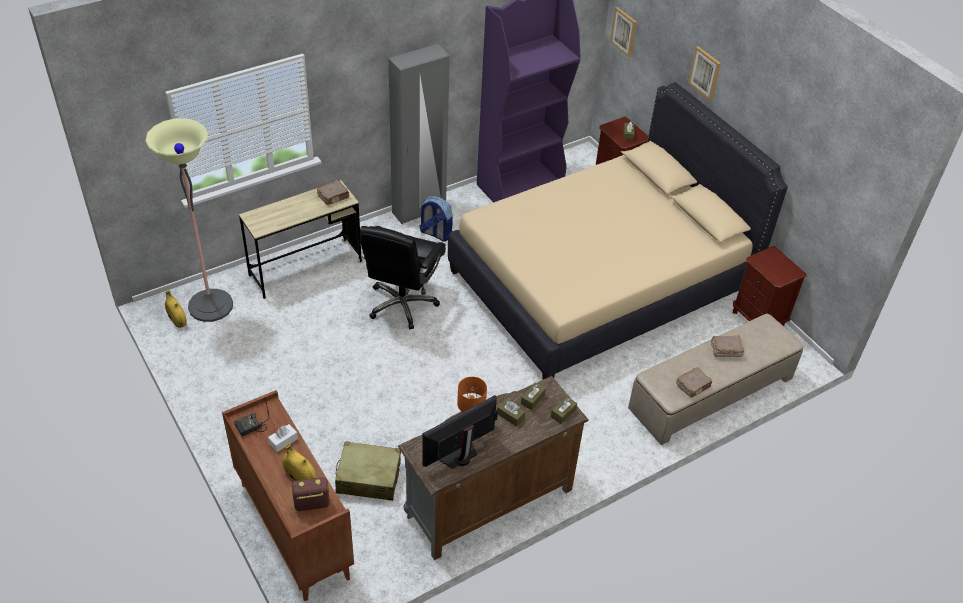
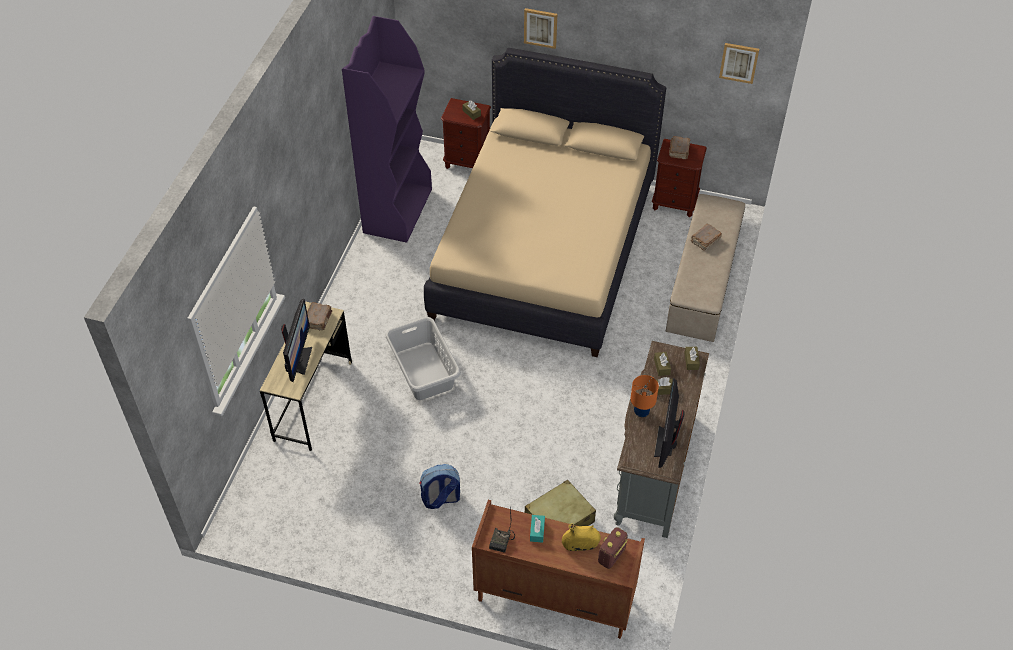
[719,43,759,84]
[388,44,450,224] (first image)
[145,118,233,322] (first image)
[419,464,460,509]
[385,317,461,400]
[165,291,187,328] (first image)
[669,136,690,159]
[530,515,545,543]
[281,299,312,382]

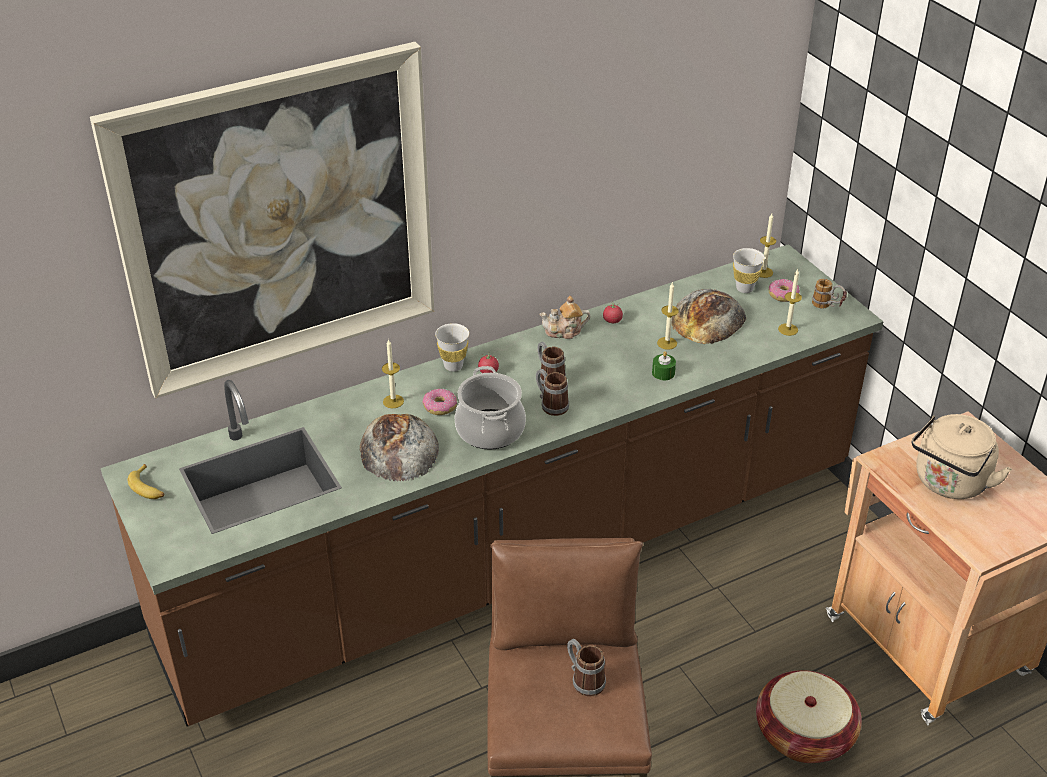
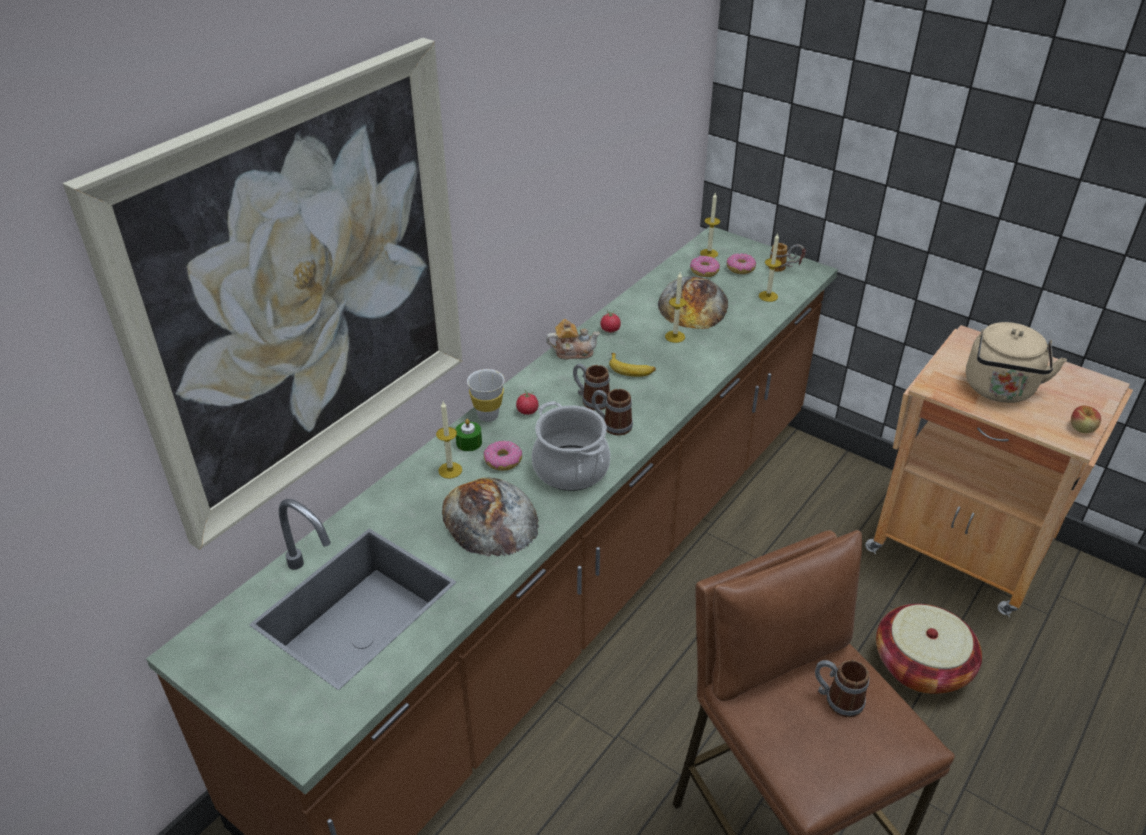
[690,256,720,277]
[546,319,600,359]
[455,419,482,451]
[609,353,656,377]
[1071,406,1101,433]

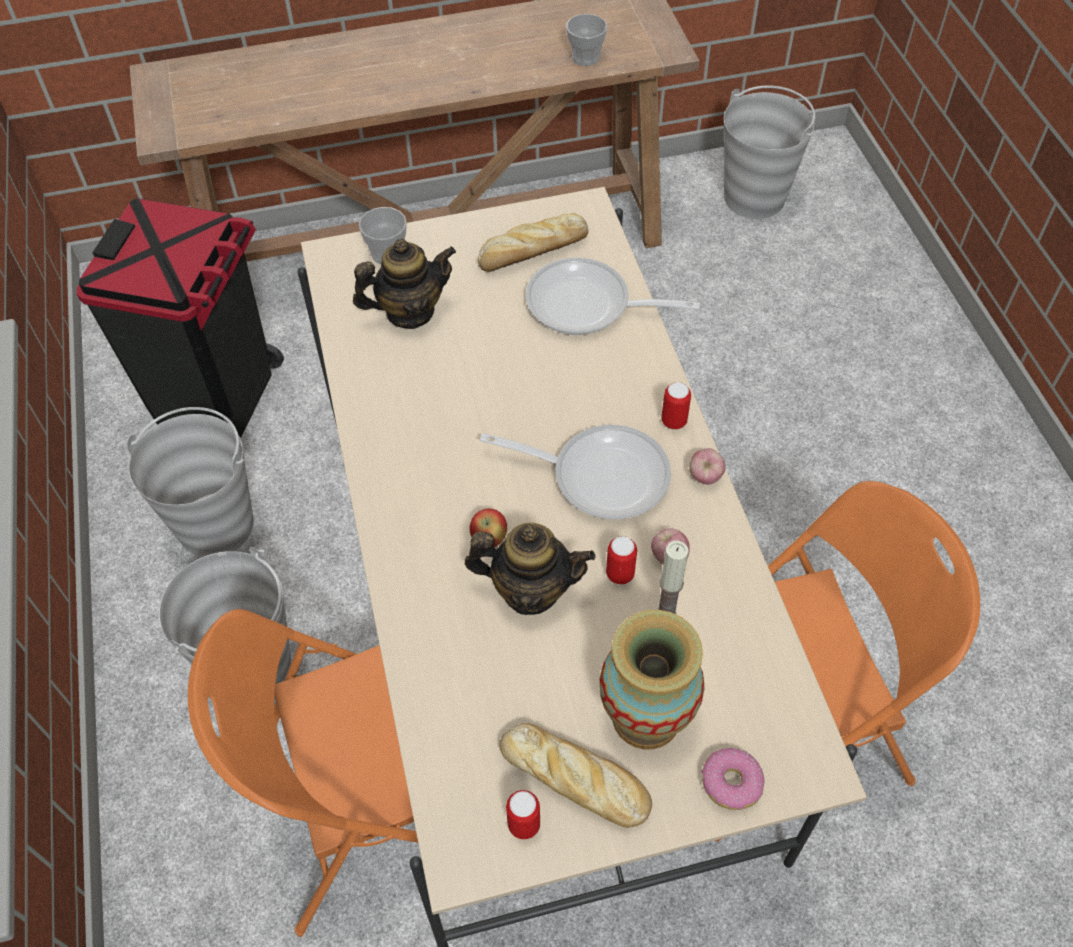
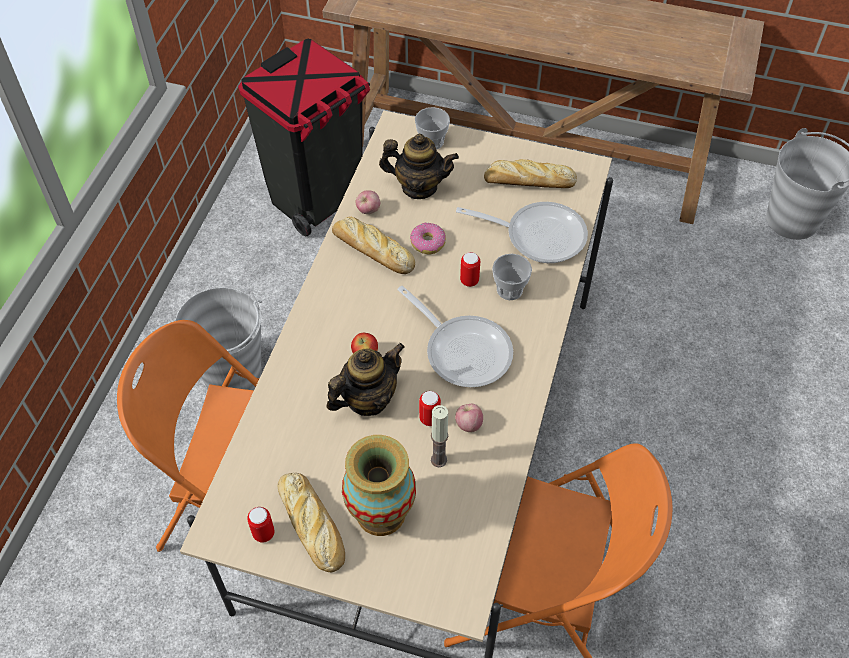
[492,254,532,300]
[456,202,588,263]
[460,252,480,287]
[127,407,254,557] (first image)
[356,190,380,214]
[327,343,405,416]
[410,223,446,254]
[332,217,415,274]

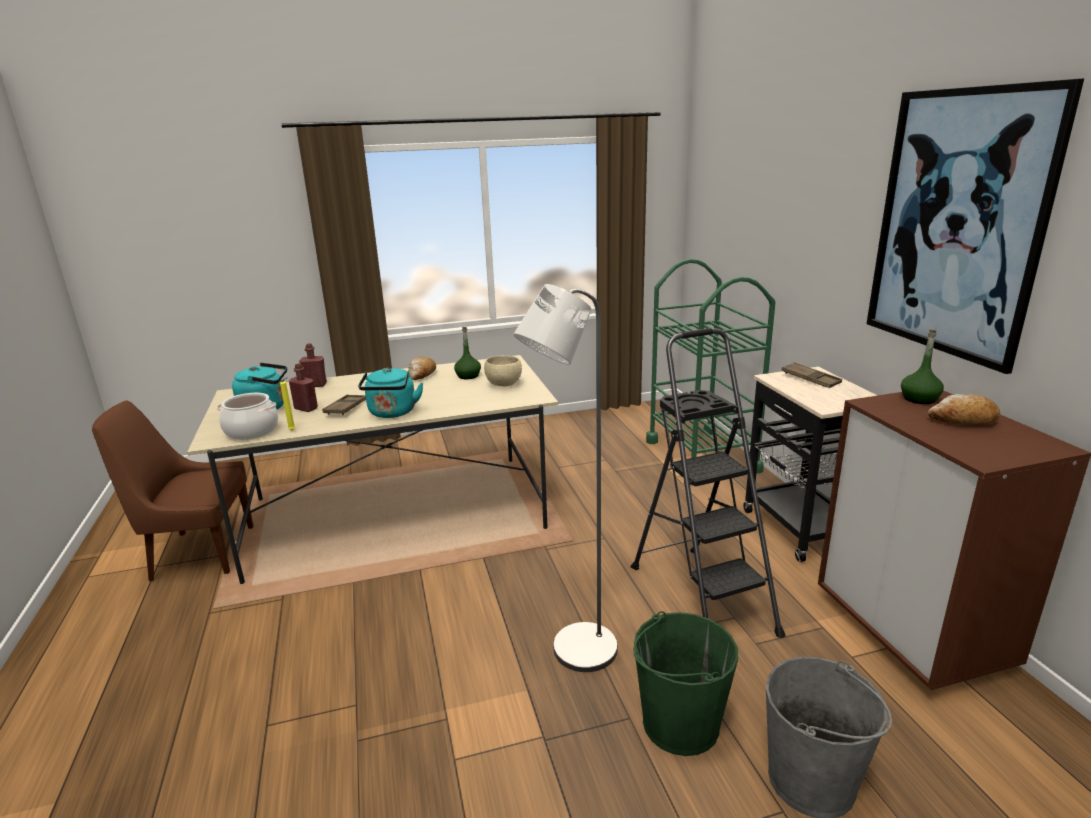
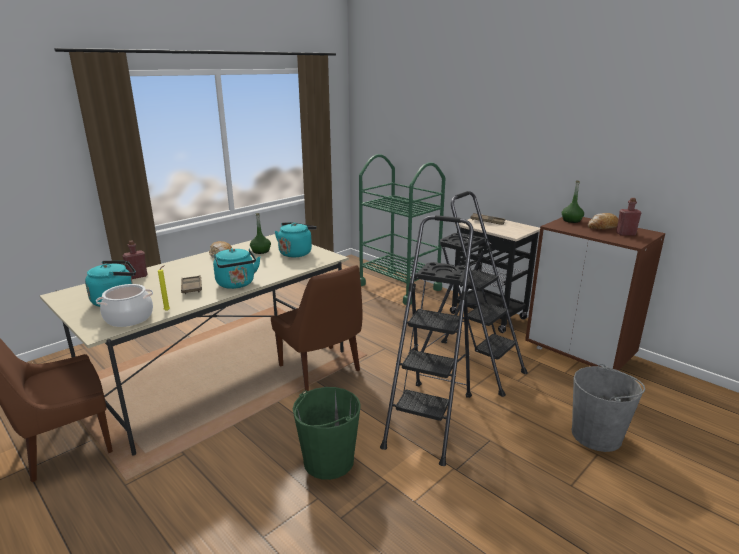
[867,79,1084,374] (first image)
[380,215,474,466]
[275,222,317,257]
[616,198,641,236]
[293,387,361,480]
[270,265,362,391]

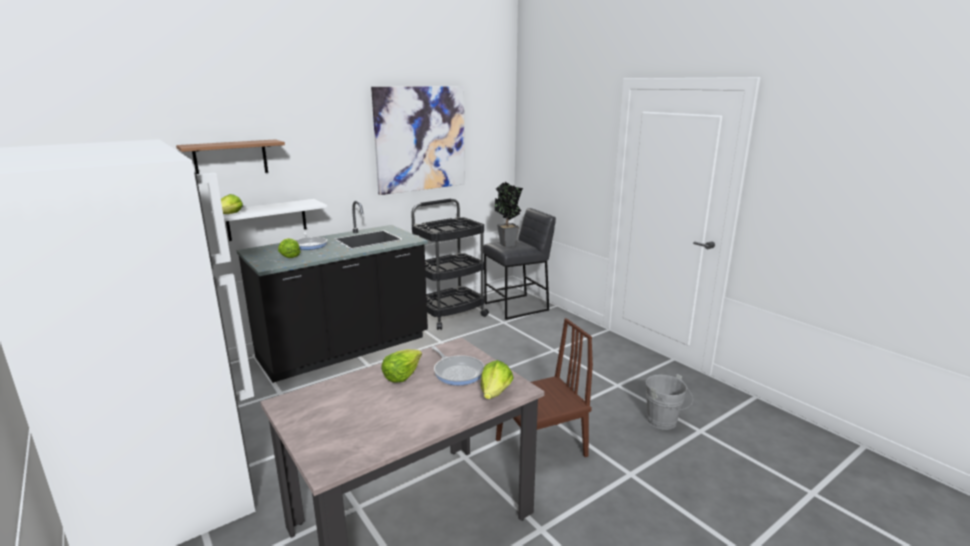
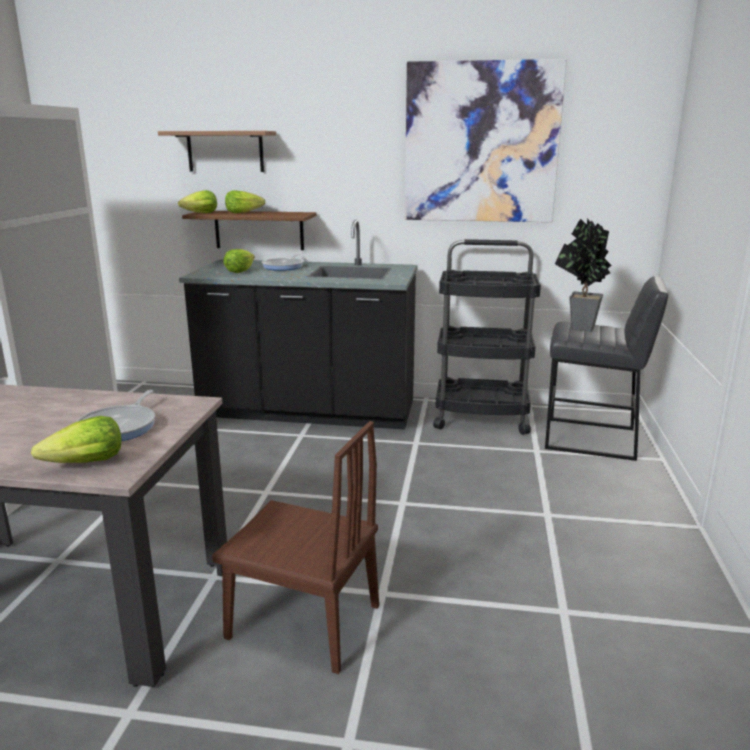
[182,211,317,250]
[225,191,265,213]
[646,374,693,430] (first image)

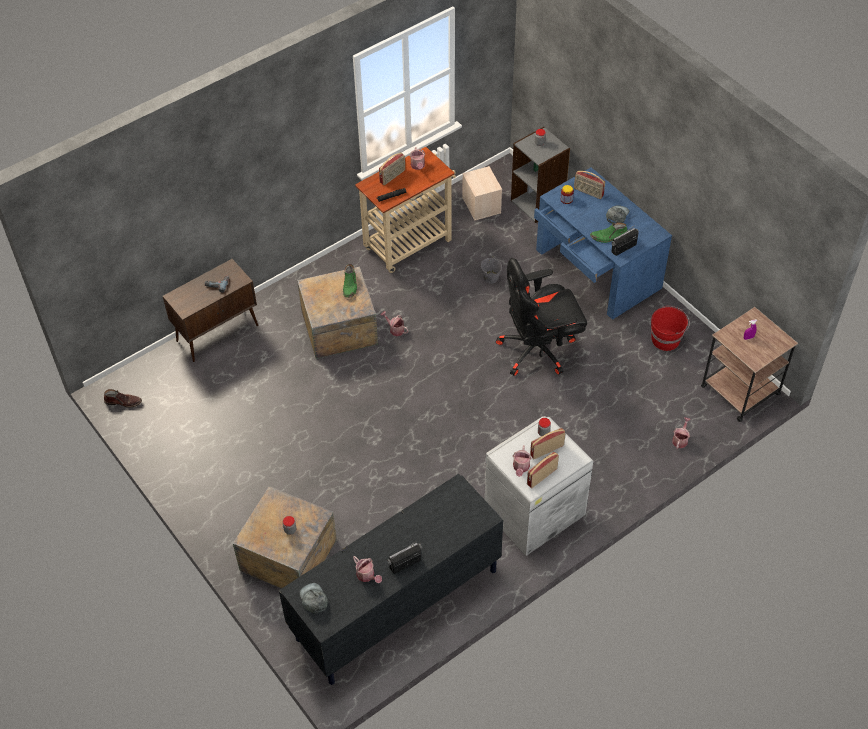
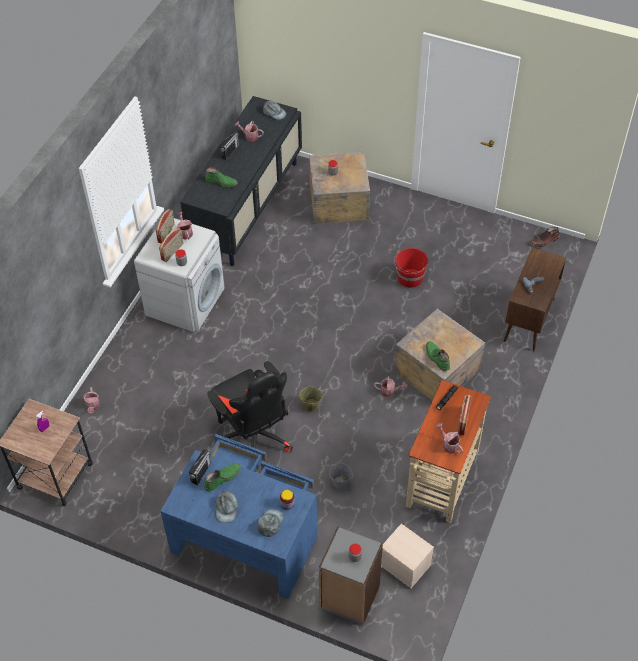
[257,509,284,537]
[207,361,293,452]
[394,248,428,288]
[205,167,238,187]
[299,386,323,412]

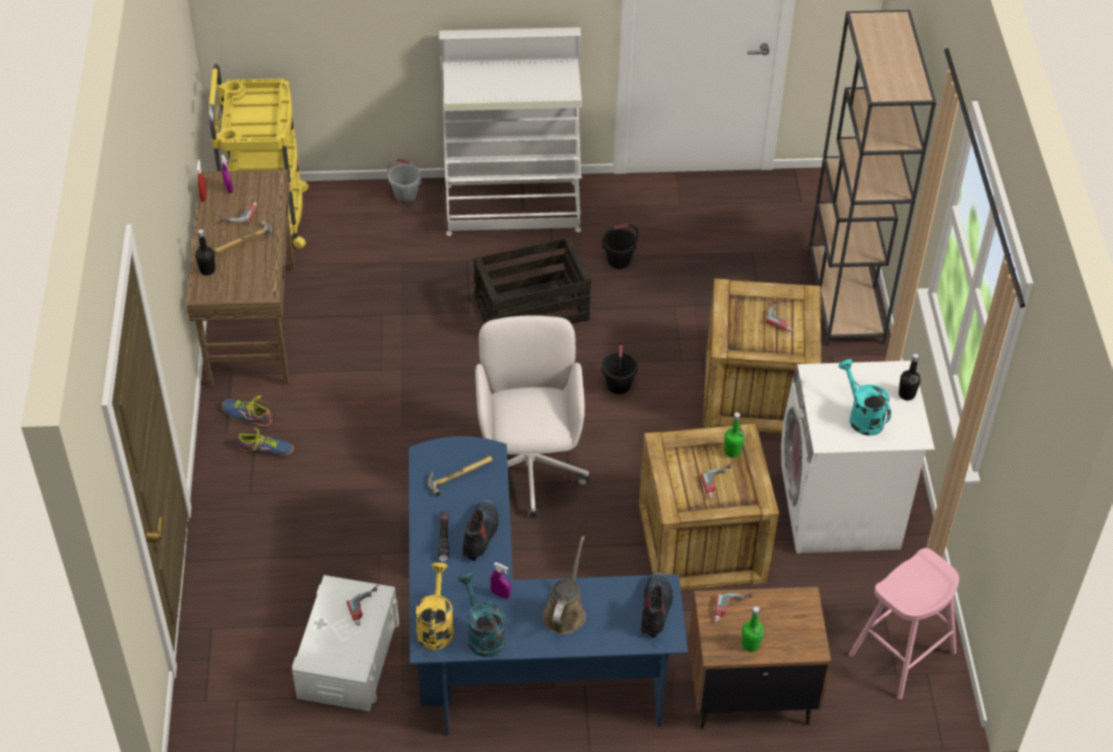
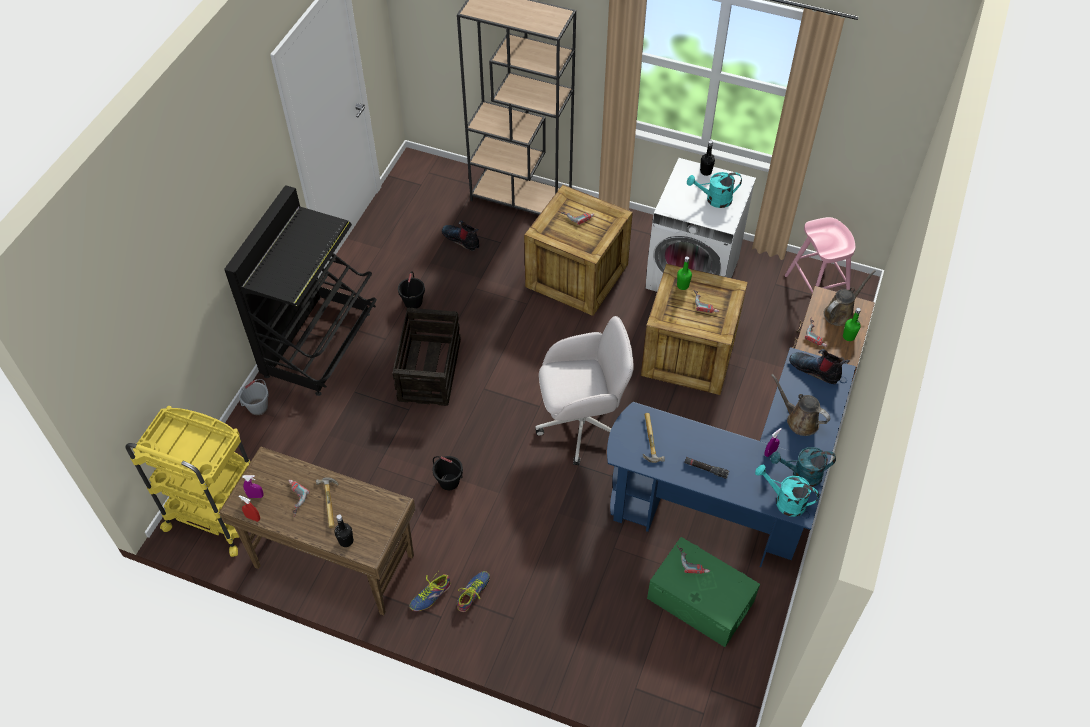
[224,185,377,396]
[535,316,634,465]
[432,456,463,490]
[442,220,479,251]
[755,465,819,517]
[647,537,760,647]
[824,270,875,326]

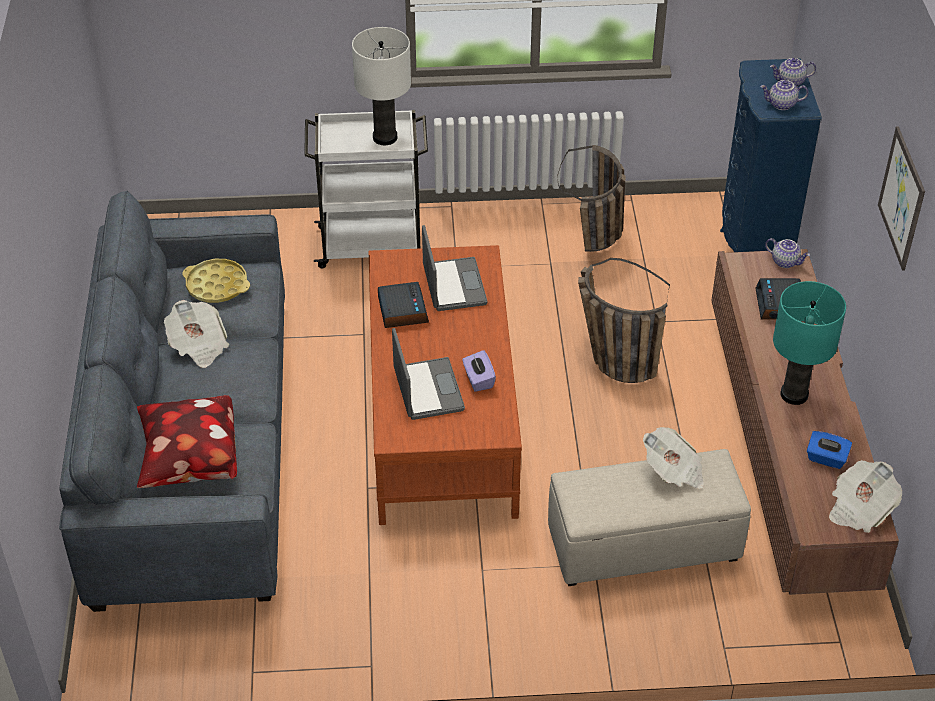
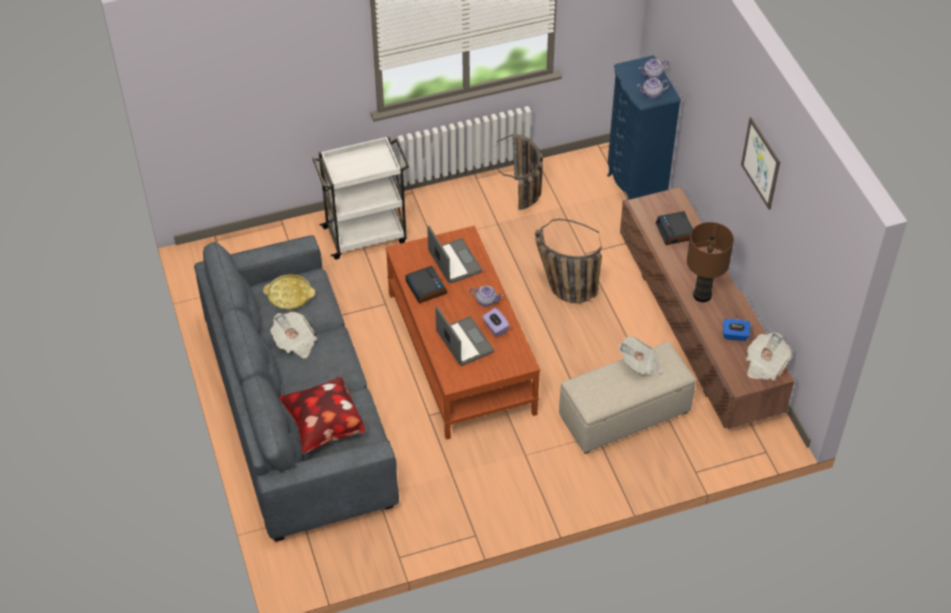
[352,27,411,145] (first image)
[470,286,503,307]
[687,222,734,302]

